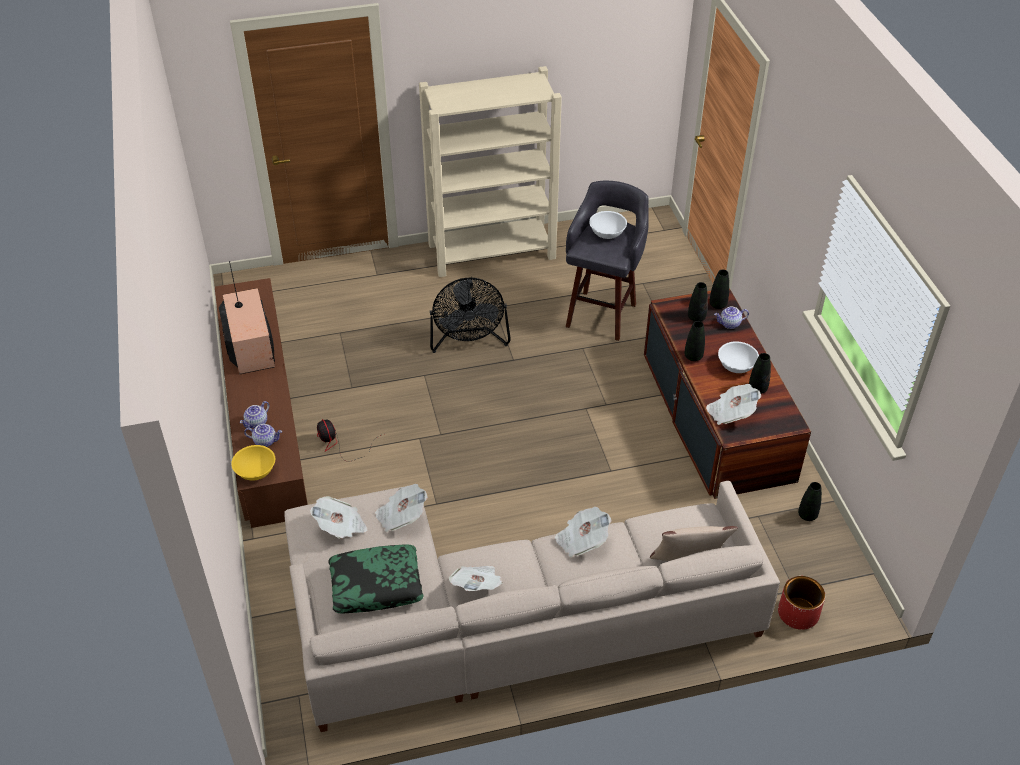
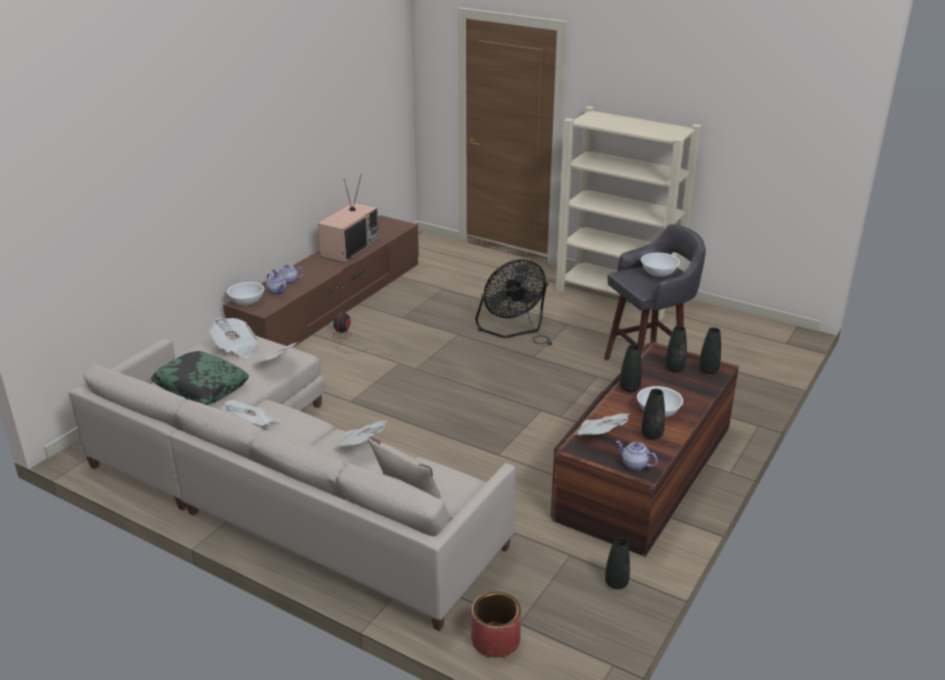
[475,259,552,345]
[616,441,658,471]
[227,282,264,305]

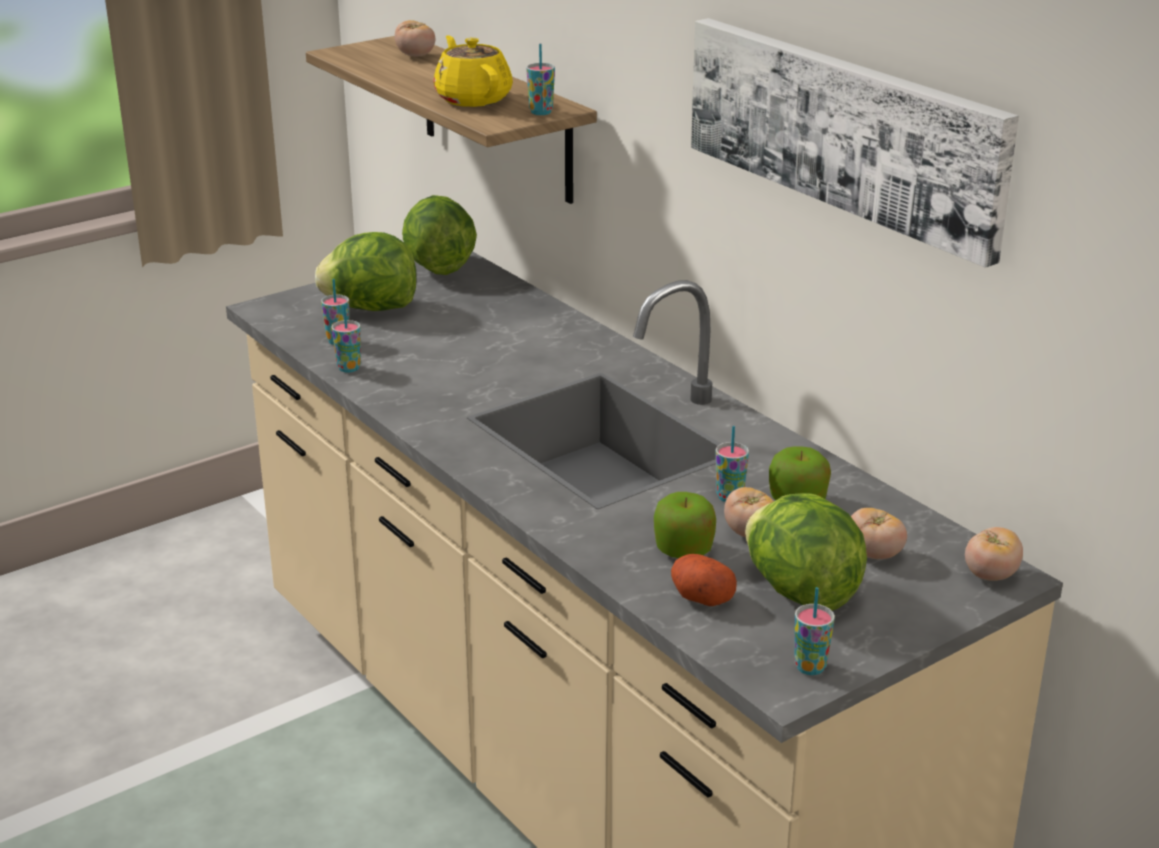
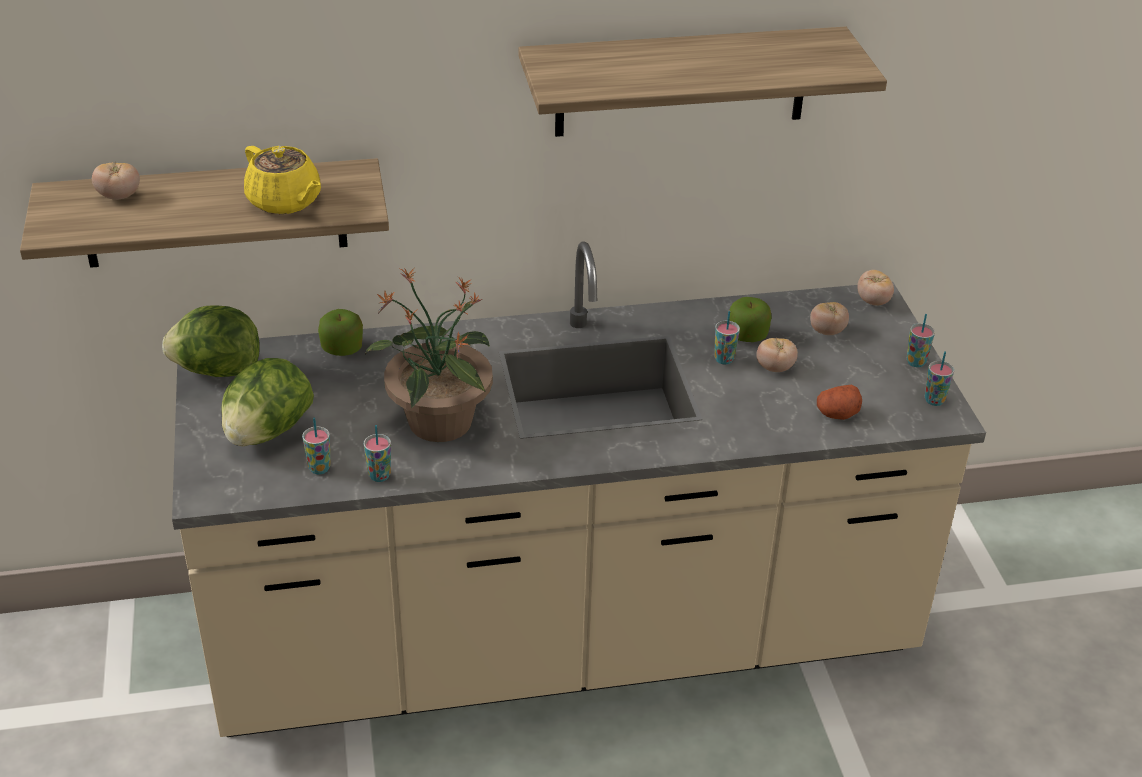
[519,27,887,137]
[244,146,321,214]
[907,314,935,367]
[318,309,363,356]
[745,493,867,611] (first image)
[365,268,493,442]

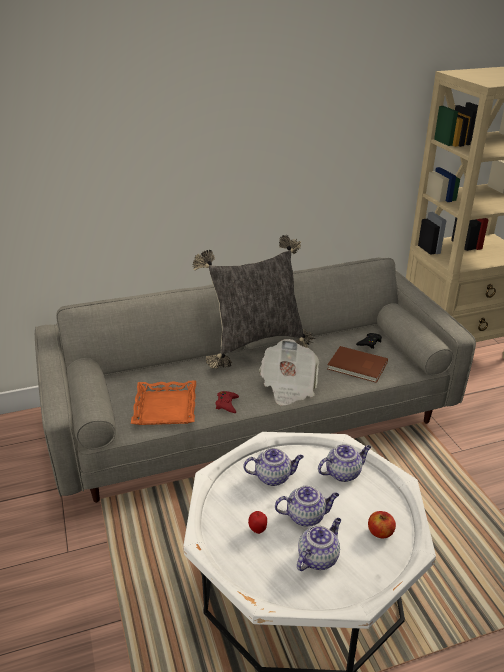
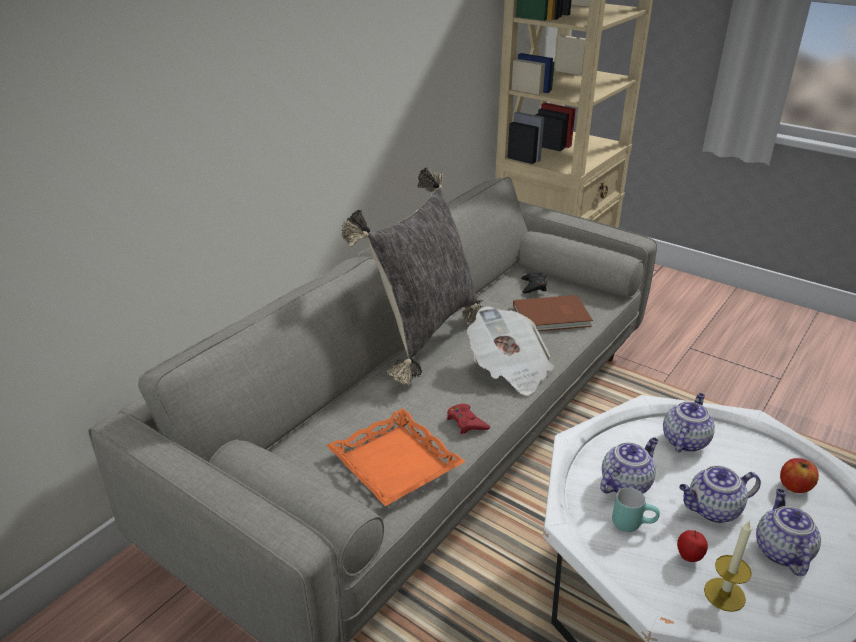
[679,465,761,523]
[612,487,660,532]
[704,520,752,612]

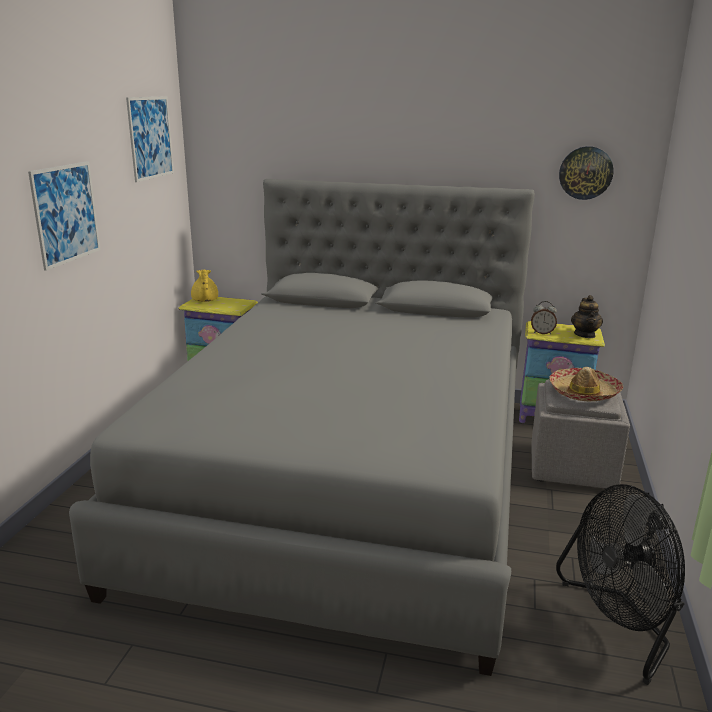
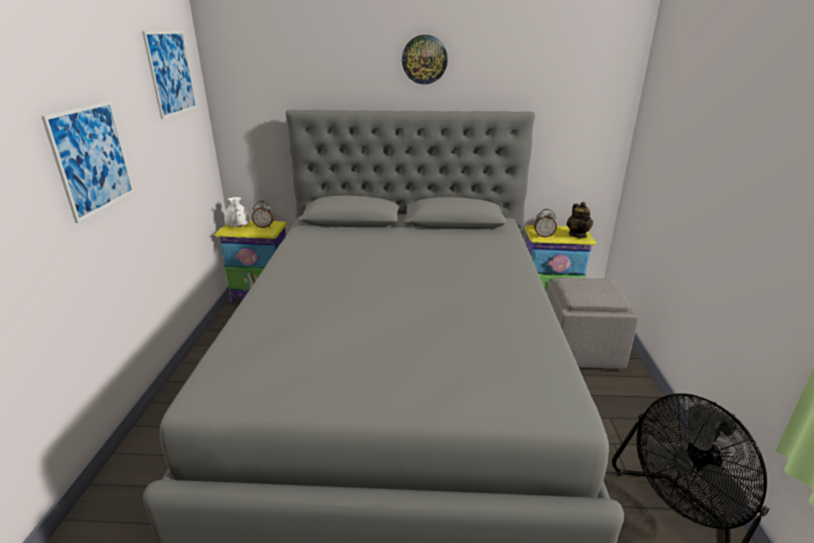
[402,35,448,84]
[224,197,250,227]
[549,367,623,401] (first image)
[252,201,274,228]

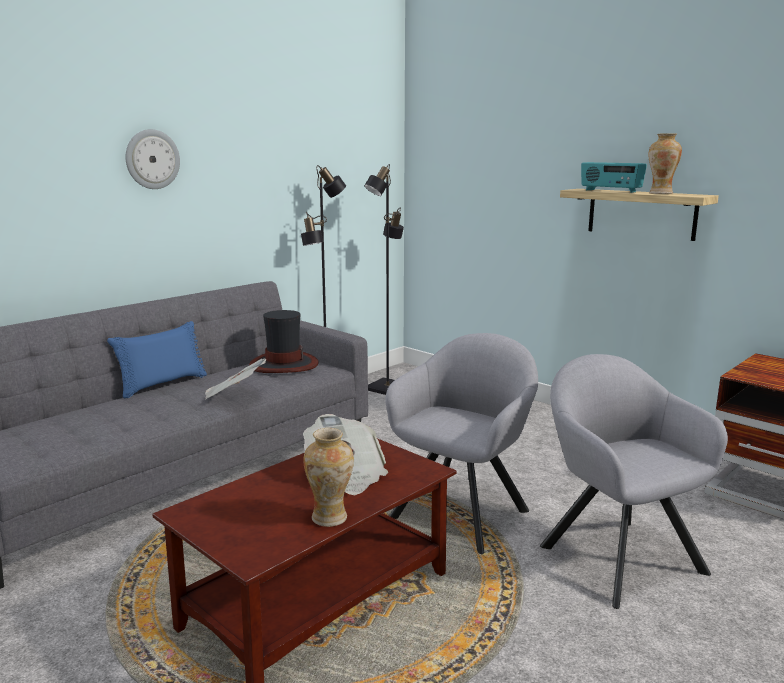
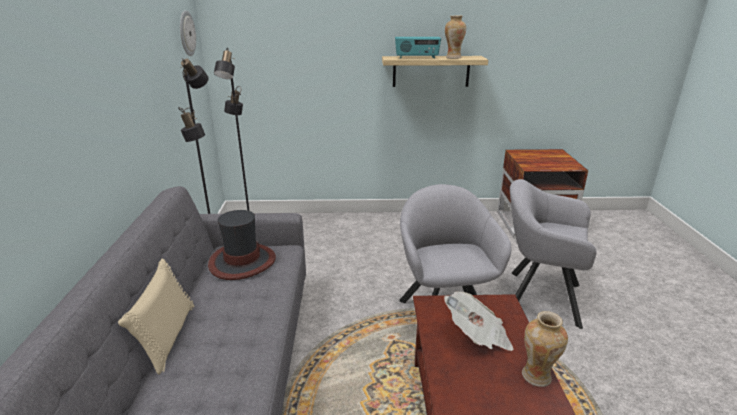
[180,10,196,56]
[118,259,195,375]
[205,359,266,399] (first image)

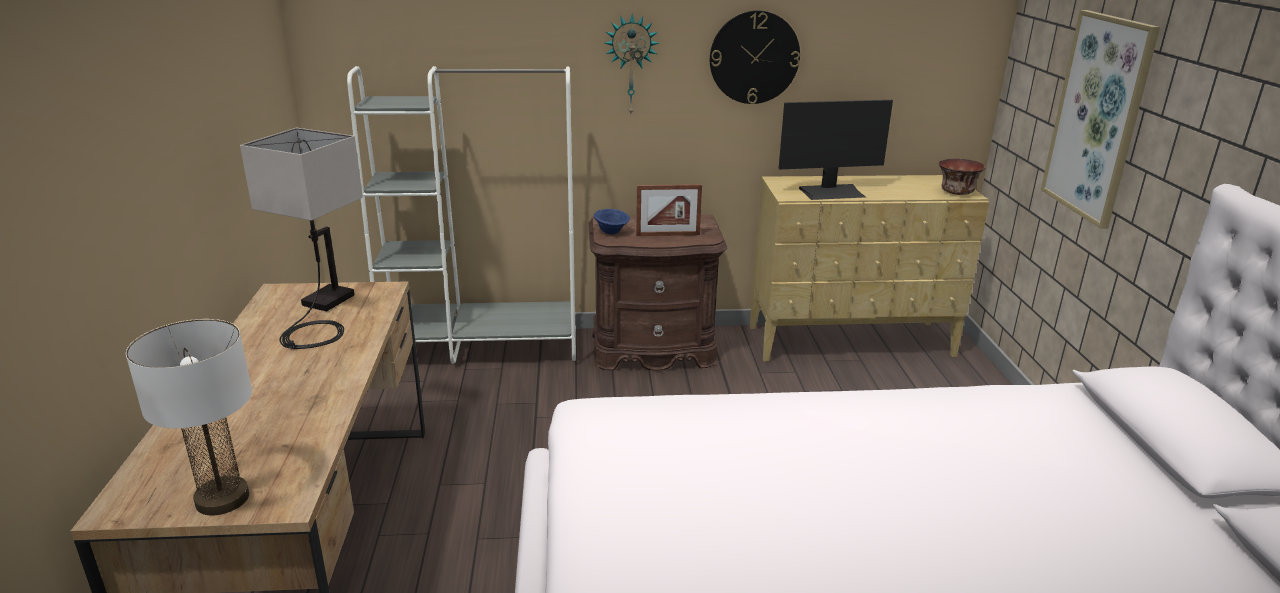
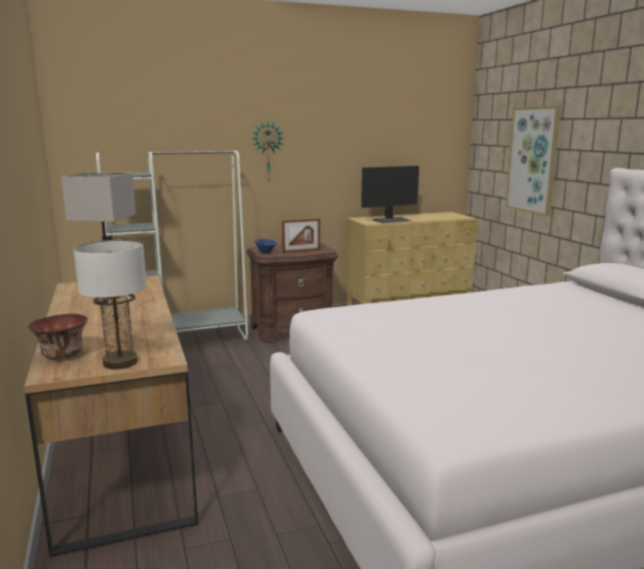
[710,10,800,104] (first image)
[28,314,88,359]

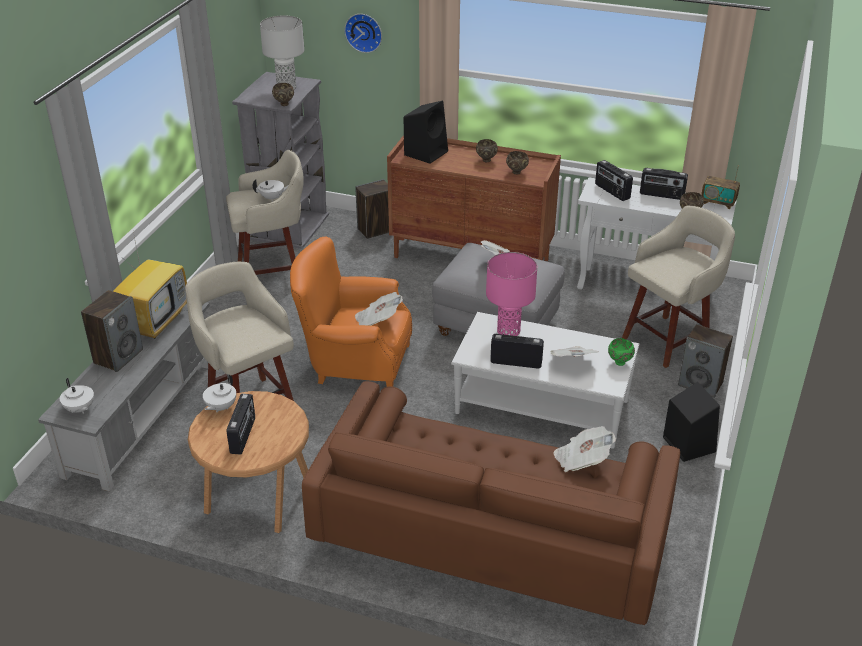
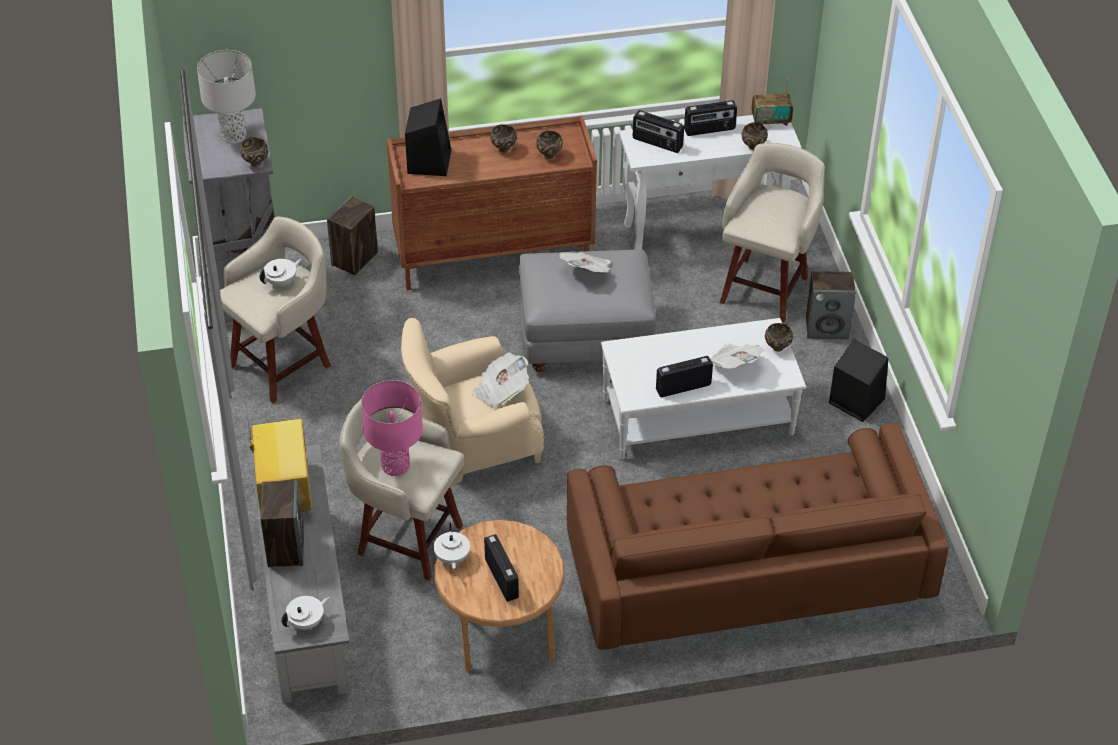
[344,14,382,53] (first image)
[401,318,544,484]
[361,380,423,476]
[765,323,793,352]
[281,596,330,630]
[553,426,616,472] (first image)

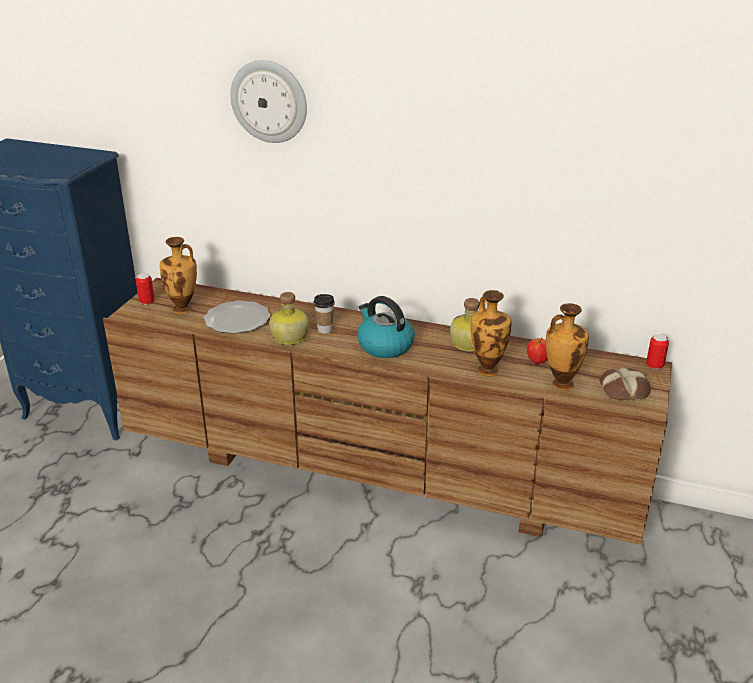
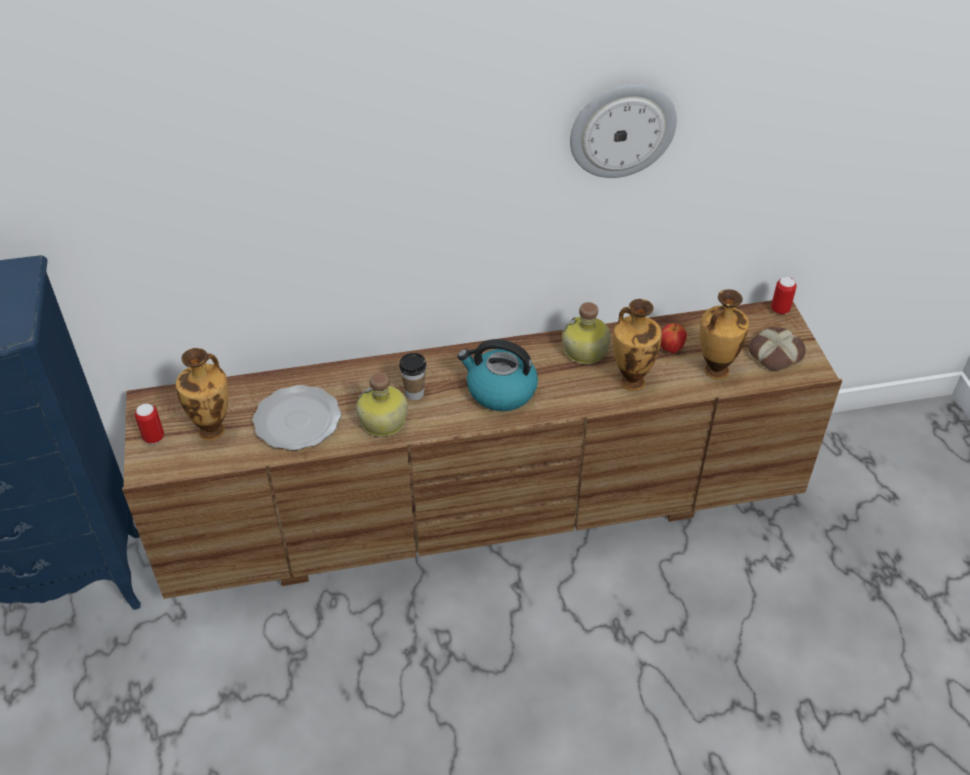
[570,84,677,178]

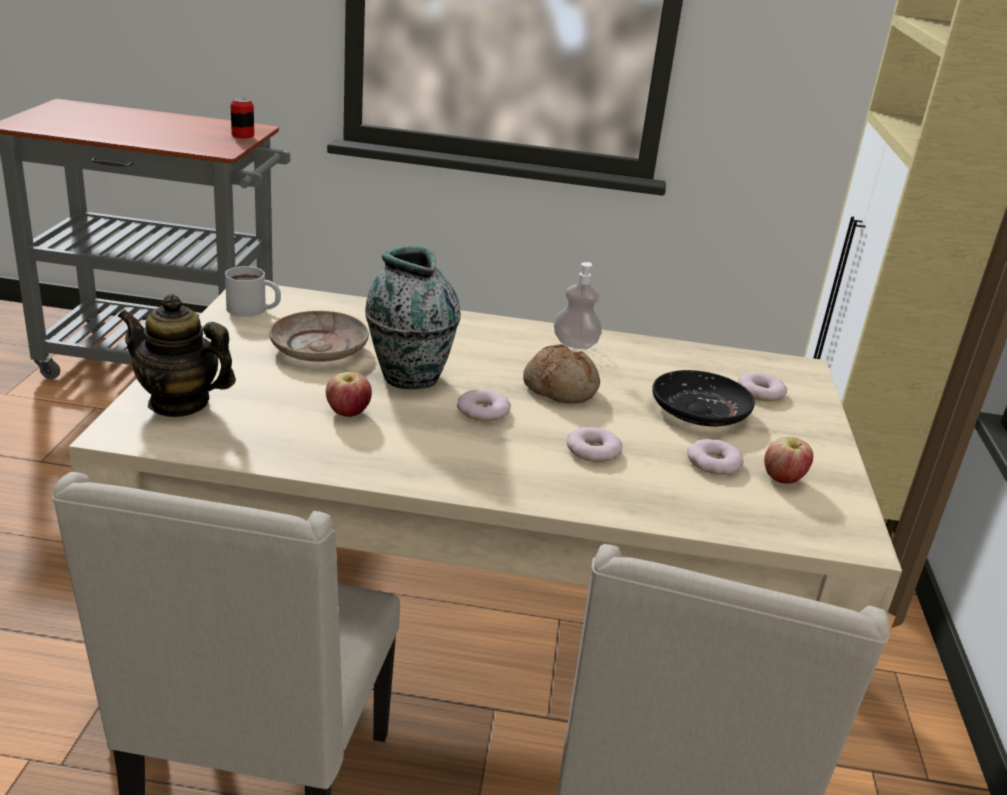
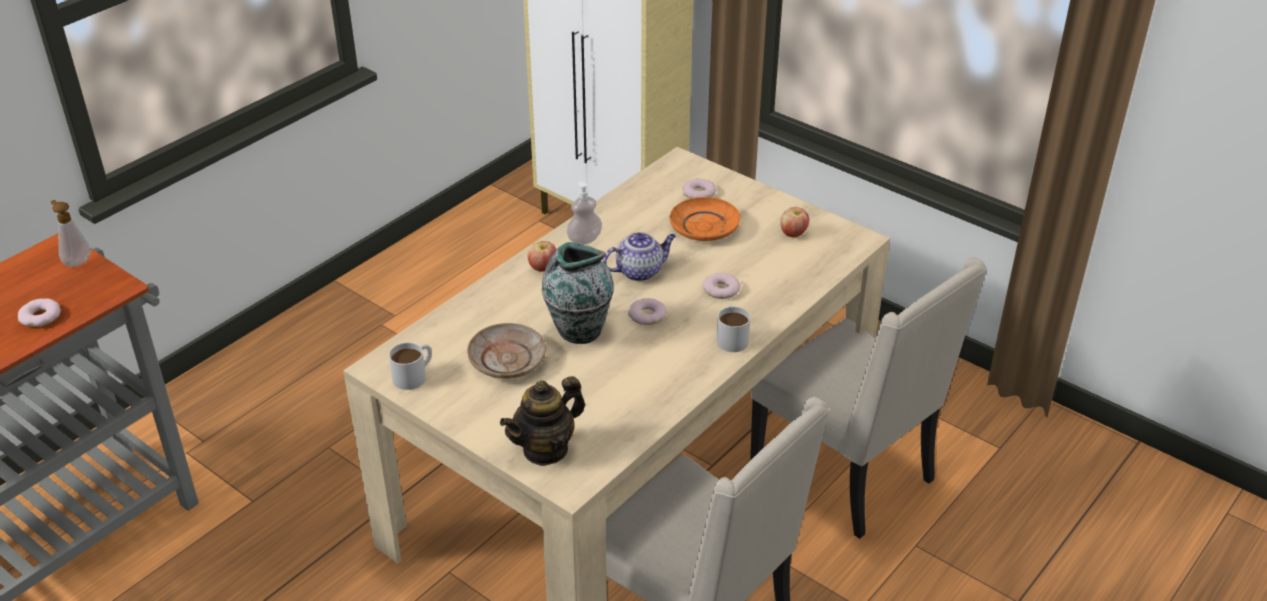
[51,200,91,267]
[603,232,676,281]
[670,197,740,241]
[528,241,556,272]
[18,298,61,327]
[717,305,751,352]

